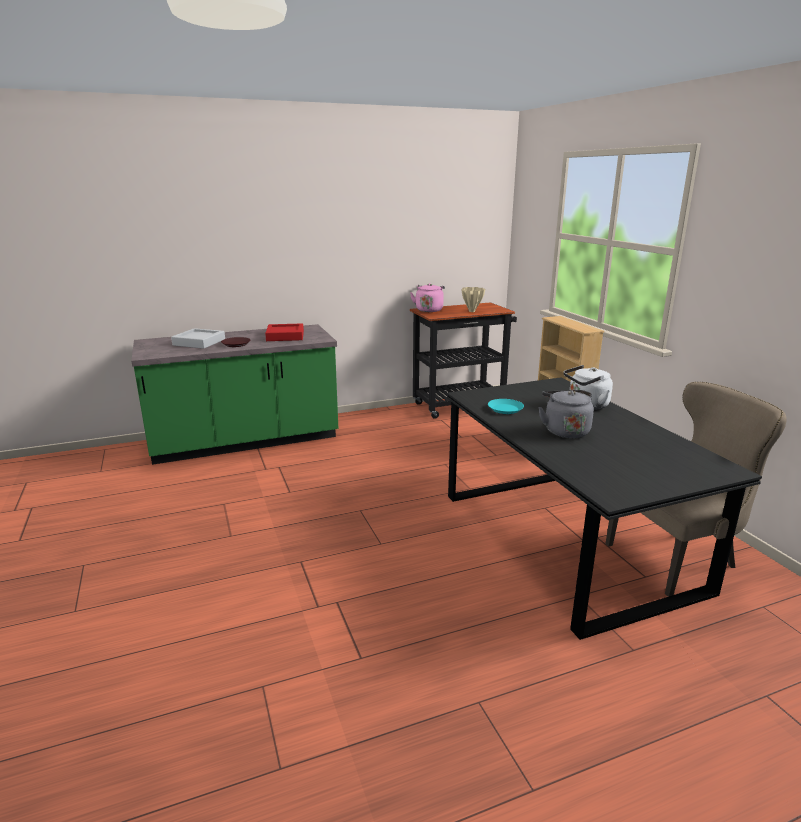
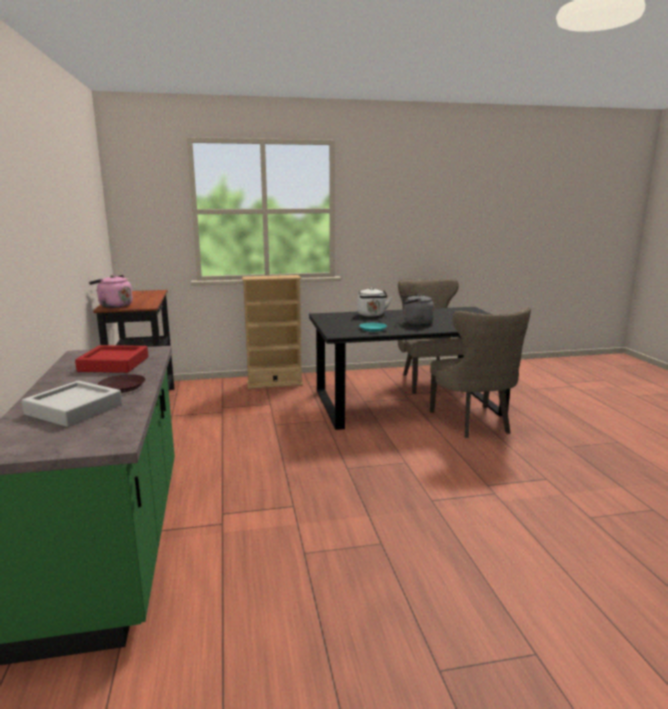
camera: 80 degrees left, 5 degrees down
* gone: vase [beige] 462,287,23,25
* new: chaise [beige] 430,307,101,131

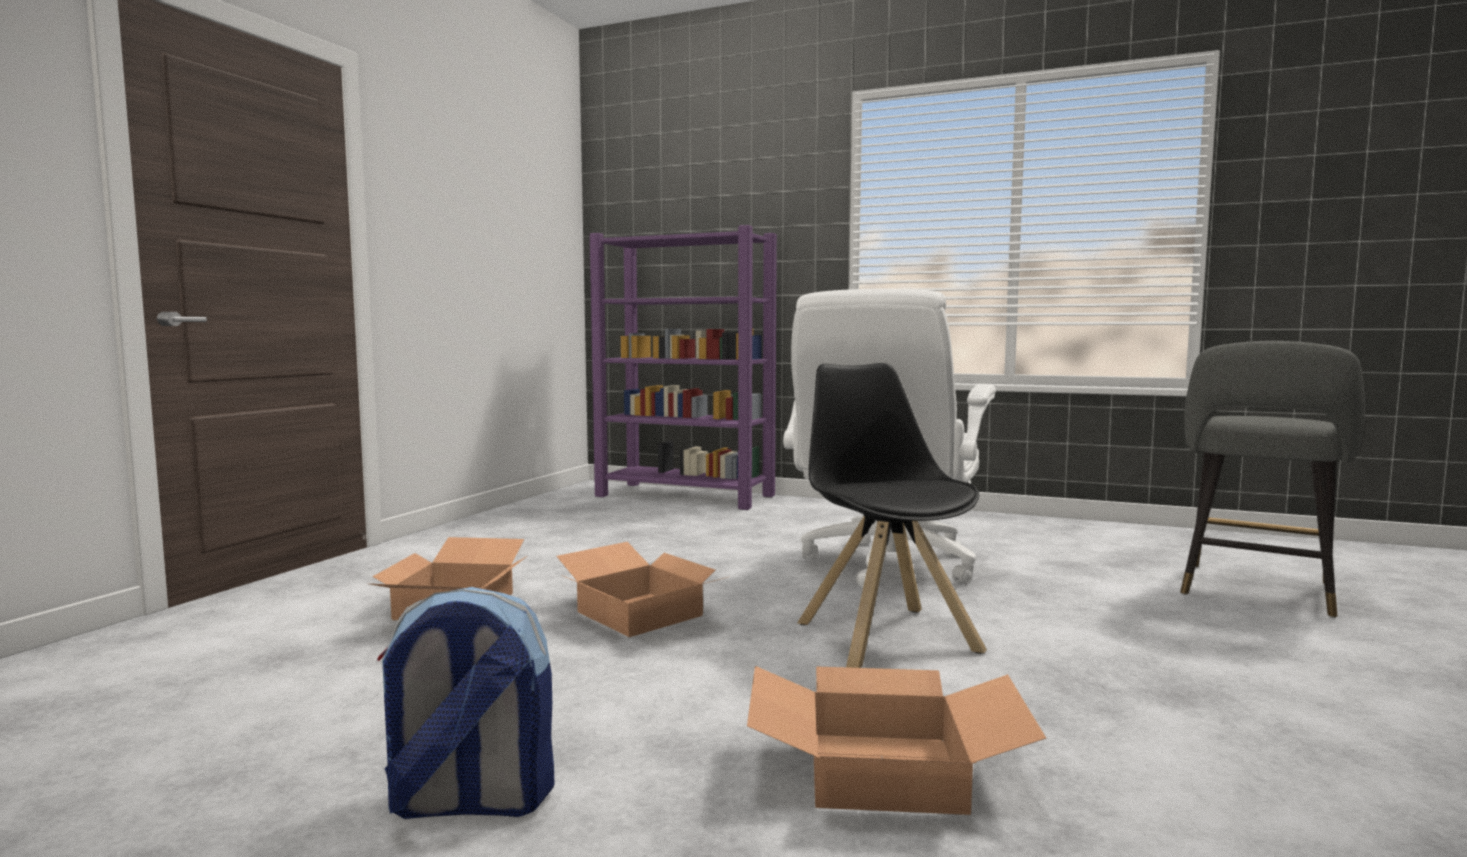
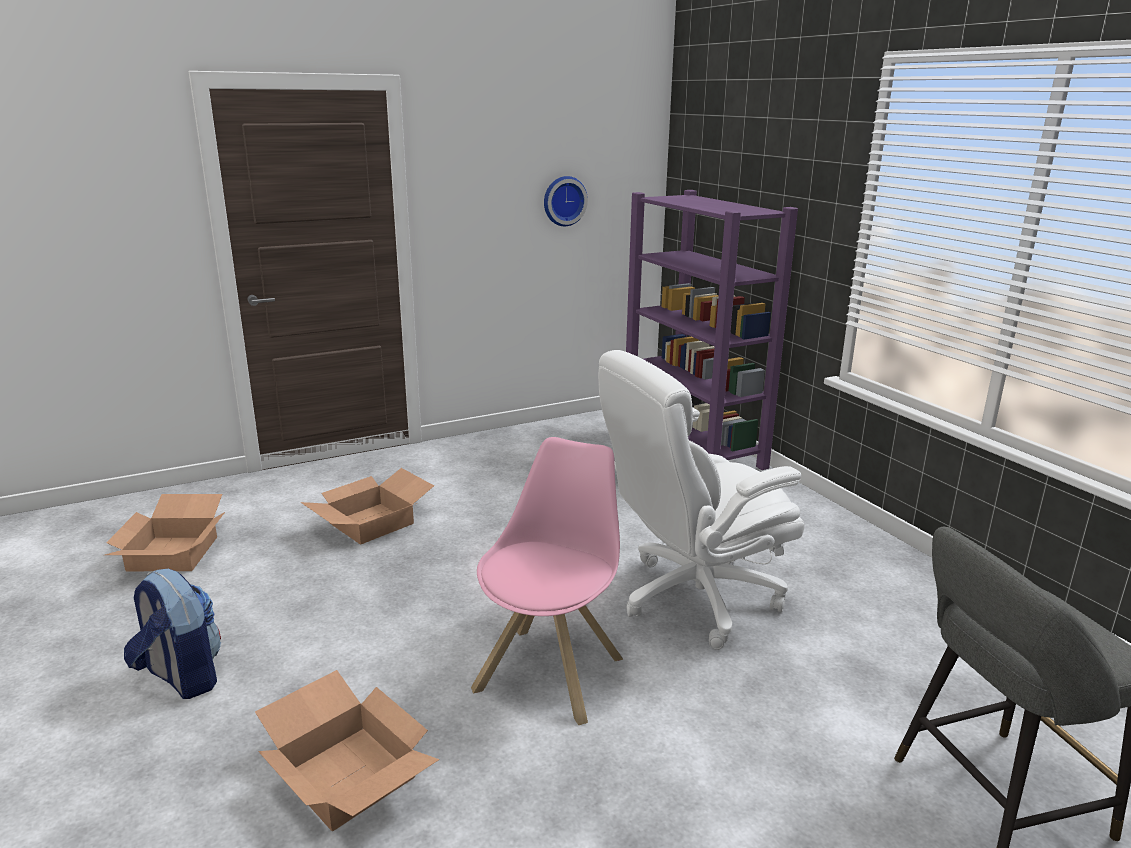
camera: 40 degrees right, 15 degrees up
* new: horloge murale 544,176,44,50
* shifted: carton 557,542,170,95 to 105,494,120,77
* repainted: chaise [noir] 797,363,190,305 to chaise [rose] 471,437,152,288

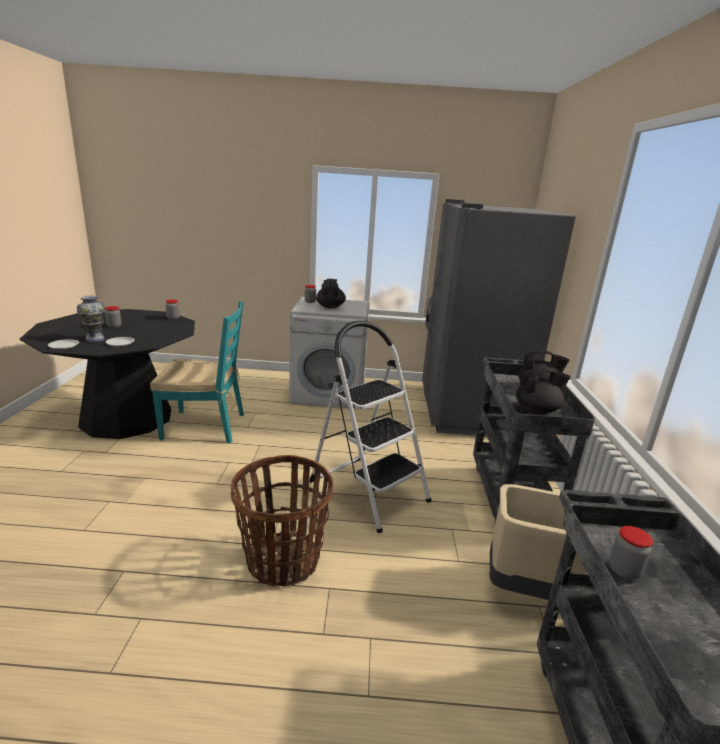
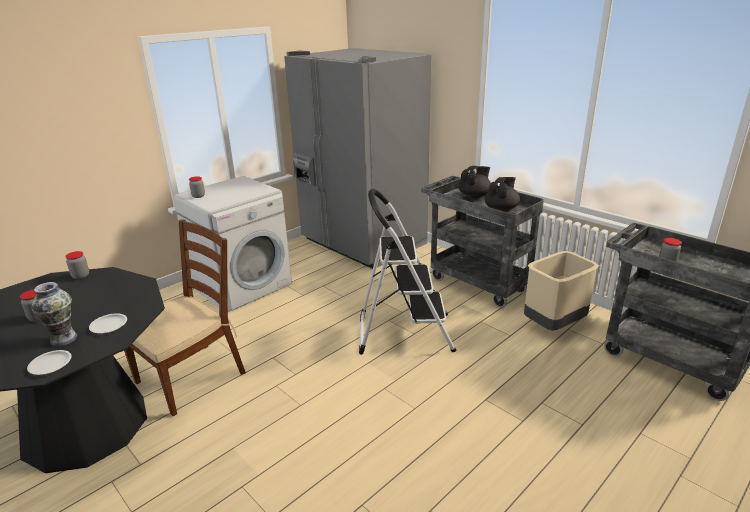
camera: 45 degrees left, 5 degrees up
* gone: panier 231,455,102,131
* gone: théière [noir] 316,279,30,30
* repainted: chaise [turquoise] 150,301,94,142 to chaise [marron] 124,220,122,196

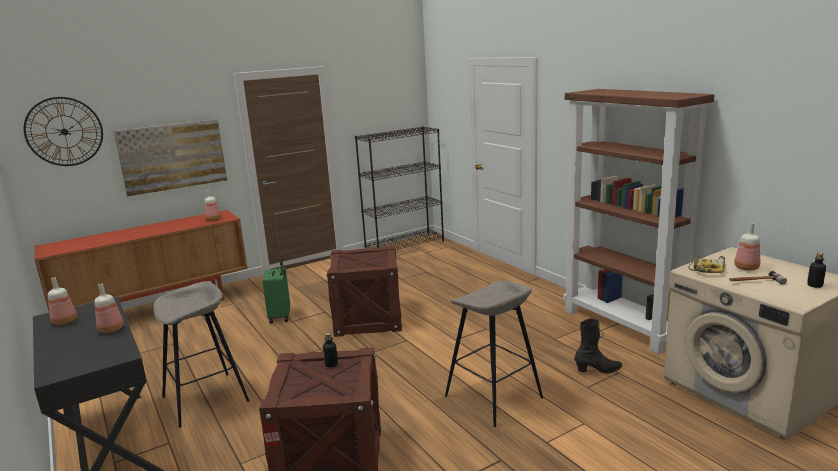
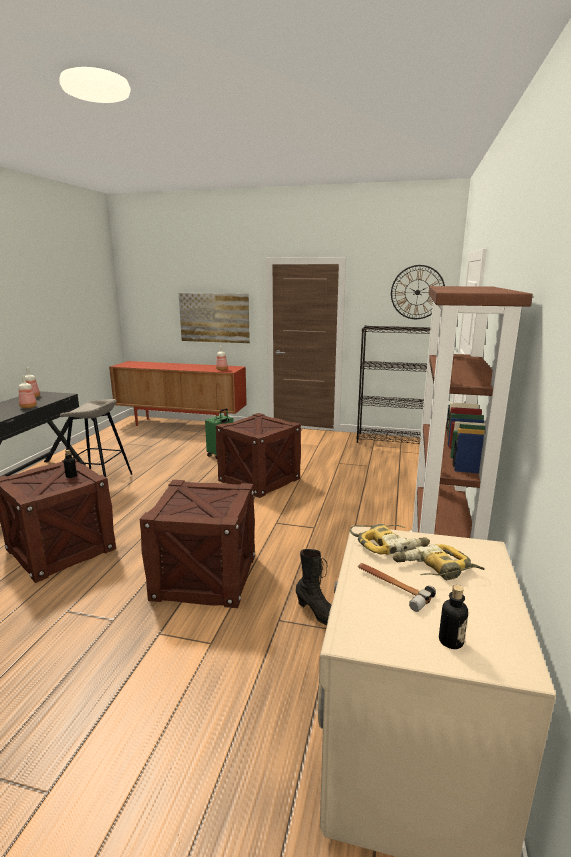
camera: 45 degrees right, 0 degrees up
* shifted: horloge murale 24,97,79,69 to 391,265,54,54
* swapped: tabouret [gris] 445,280,98,147 to caisse 139,480,116,128
* swapped: bouteille 734,223,26,48 to perceuse 393,544,92,36

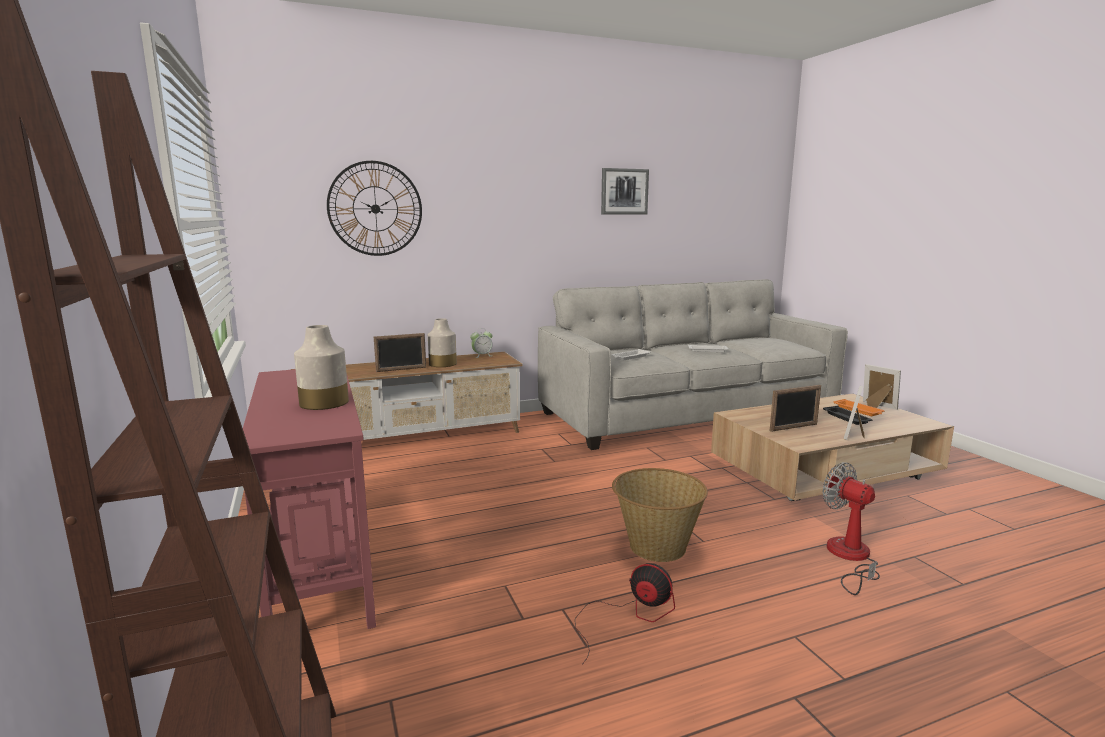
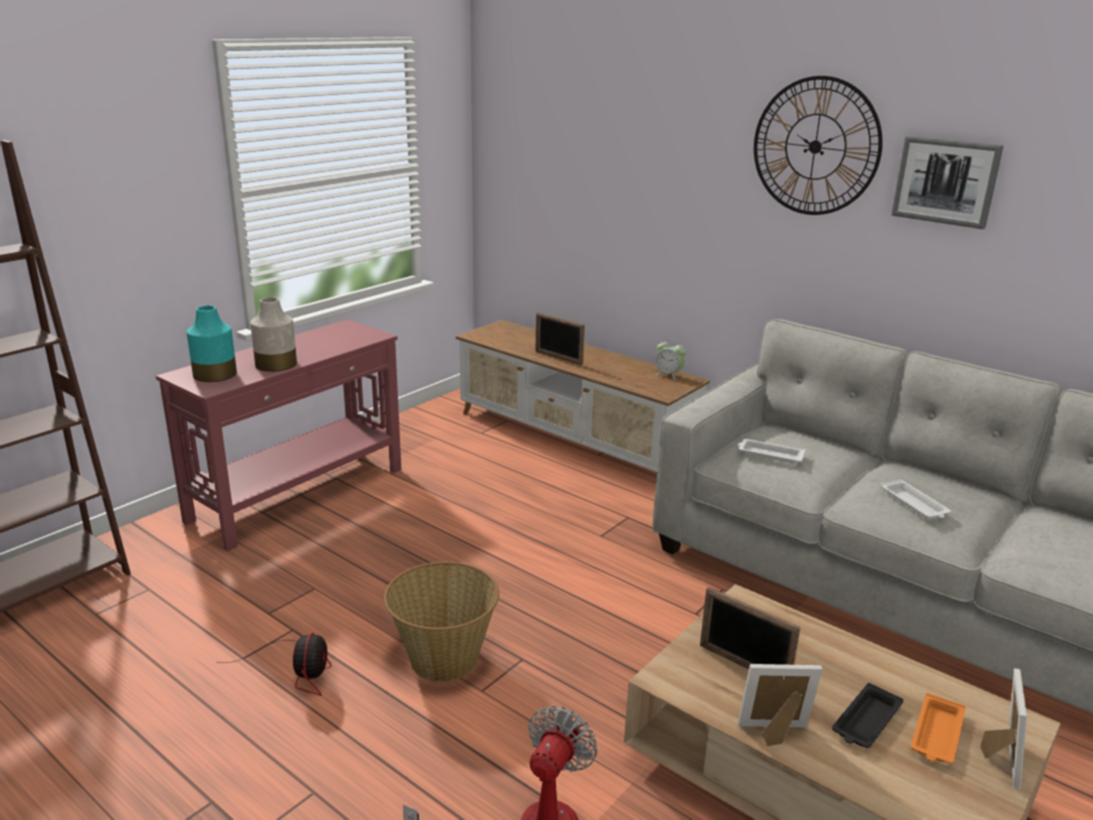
camera: 60 degrees right, 10 degrees up
* gone: vase [beige] 428,318,29,49
* new: vase [turquoise] 187,305,50,77
* shifted: horloge murale 327,161,95,95 to 754,76,129,139

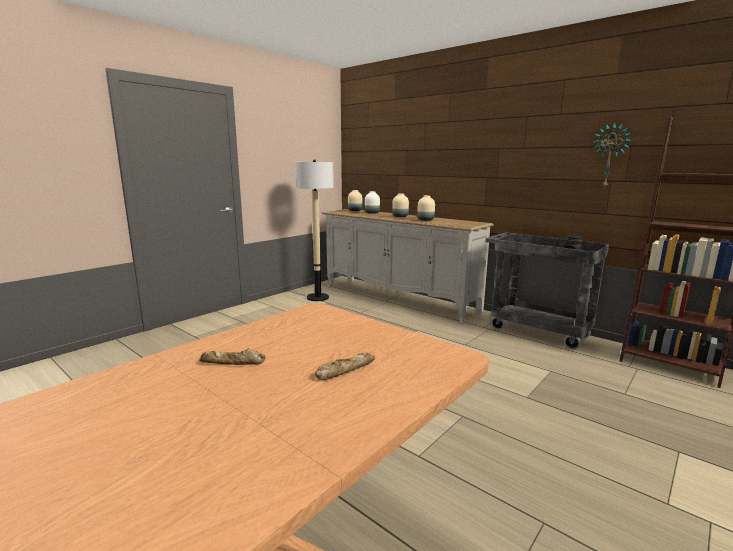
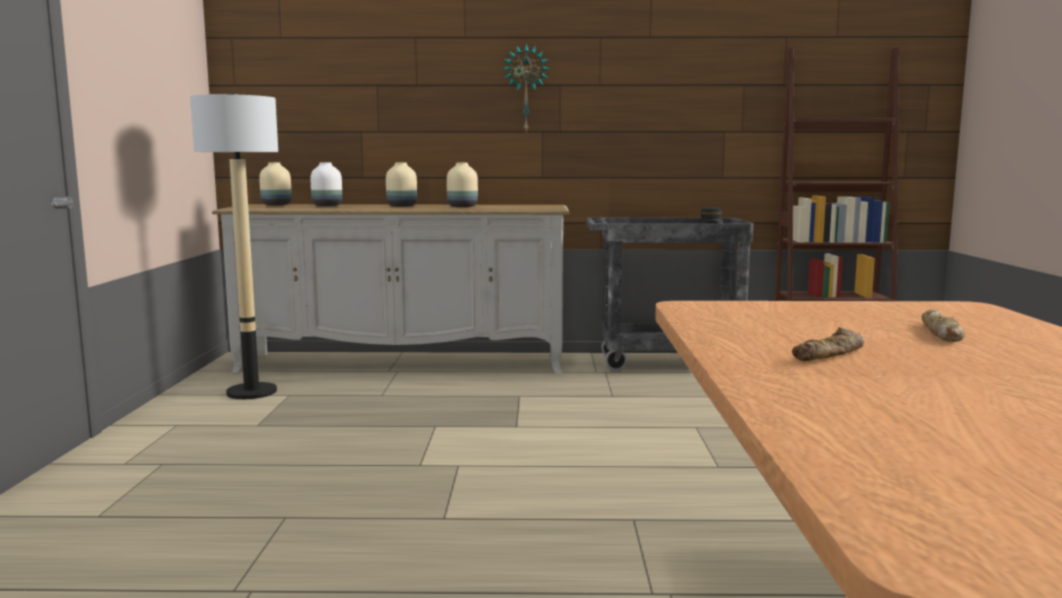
camera: 40 degrees left, 5 degrees down
* shifted: horloge murale 592,122,40,65 to 502,43,48,89

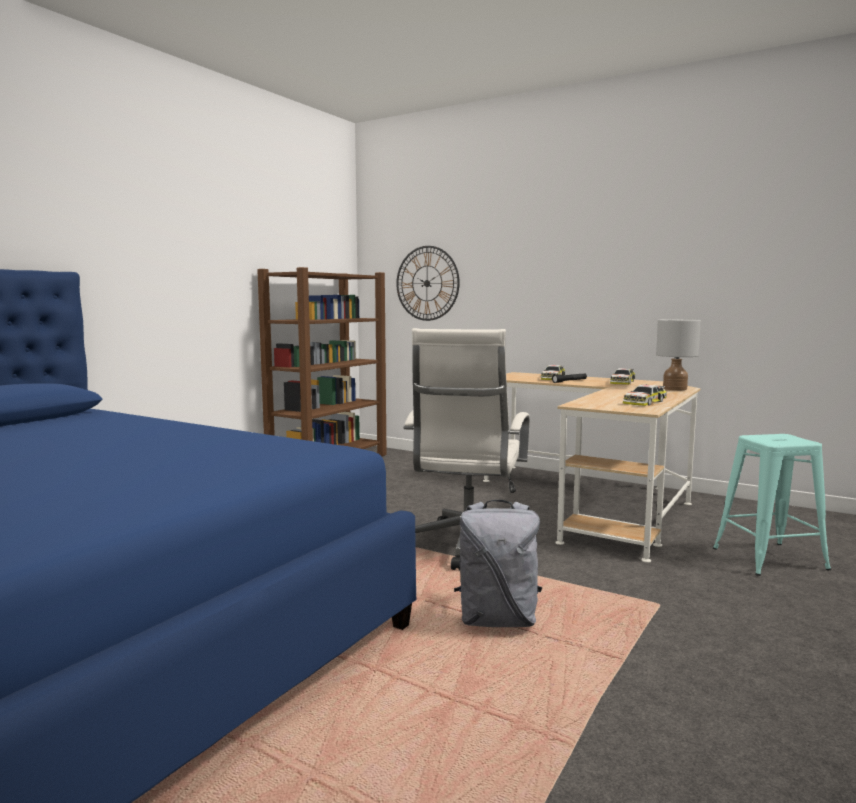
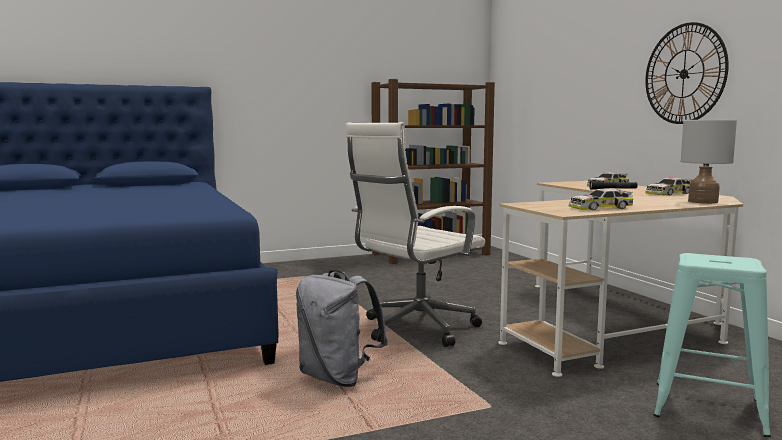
camera: 35 degrees right, 0 degrees up
* shifted: horloge murale 396,246,64,75 to 645,22,84,102

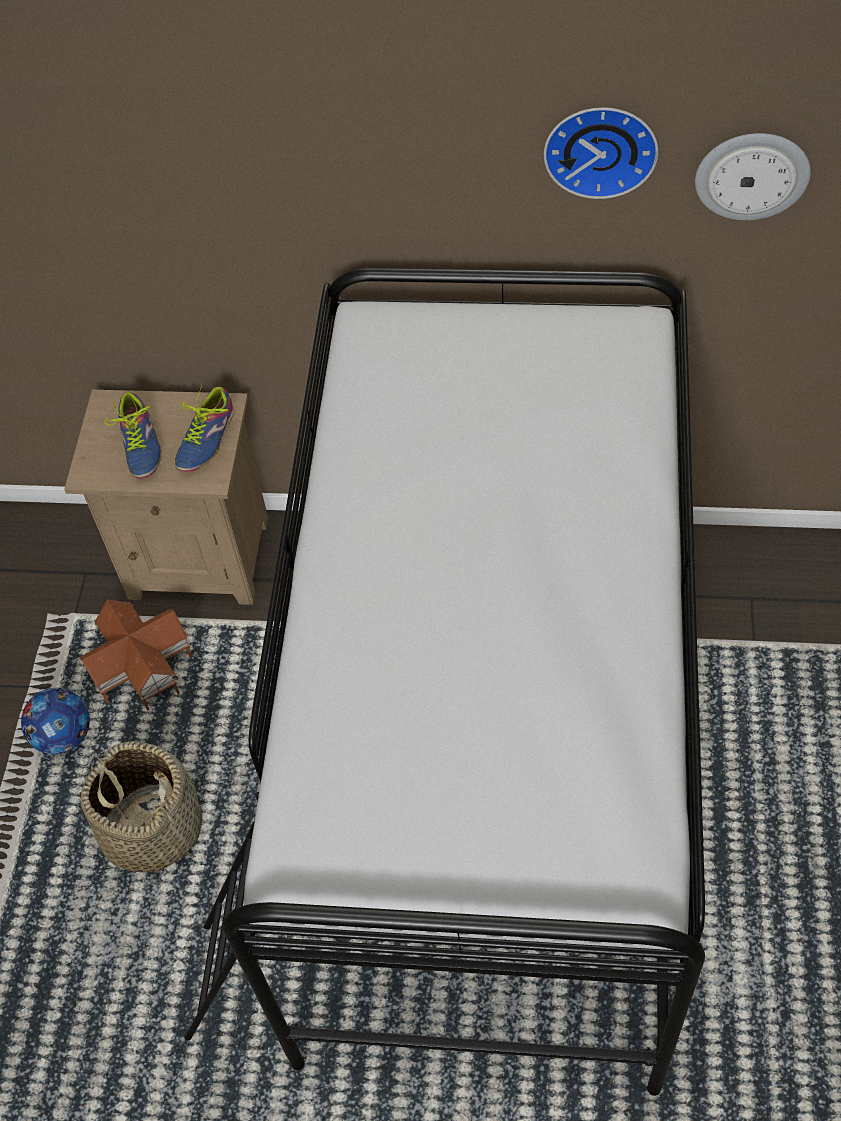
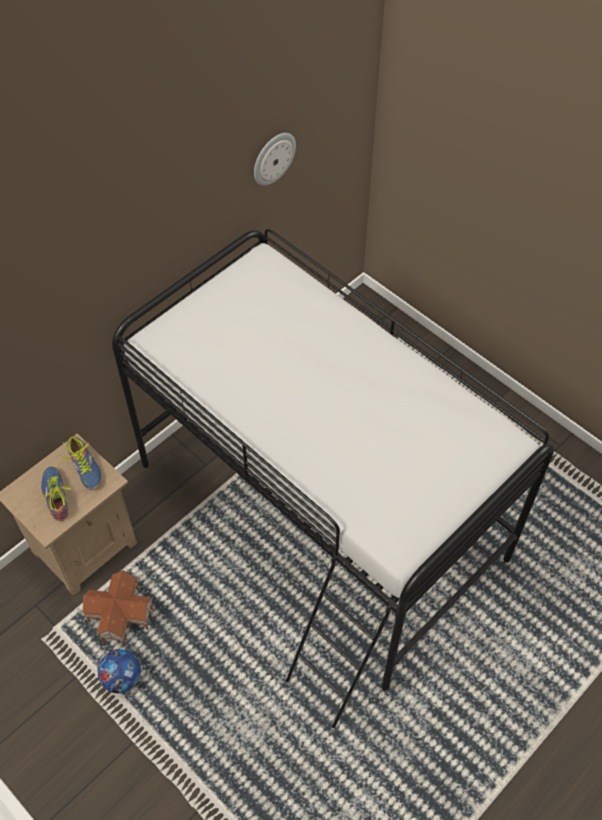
camera: 55 degrees left, 0 degrees up
* gone: panier 81,741,121,131
* gone: horloge murale 544,107,114,92
* rotated: chaussure 104,392,58,87 = 41,466,31,55 135 degrees counterclockwise

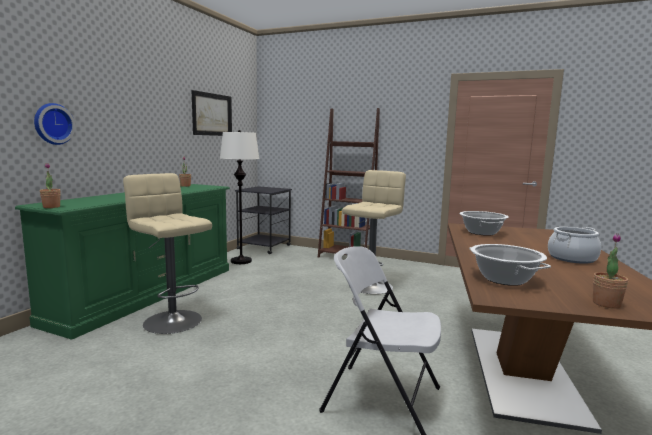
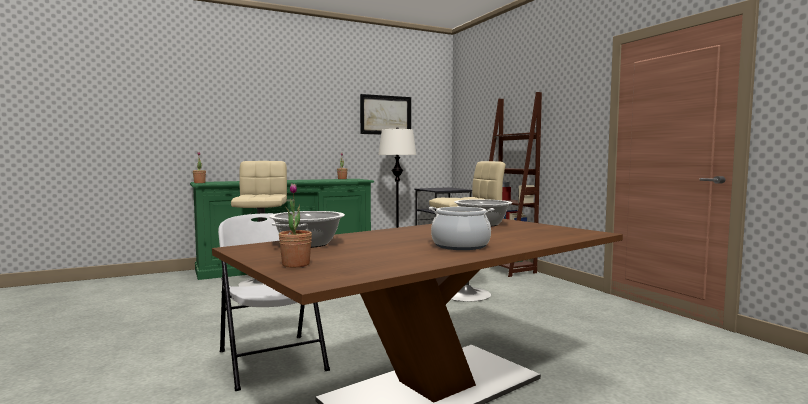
camera: 40 degrees right, 5 degrees down
* gone: horloge murale 34,103,41,42

